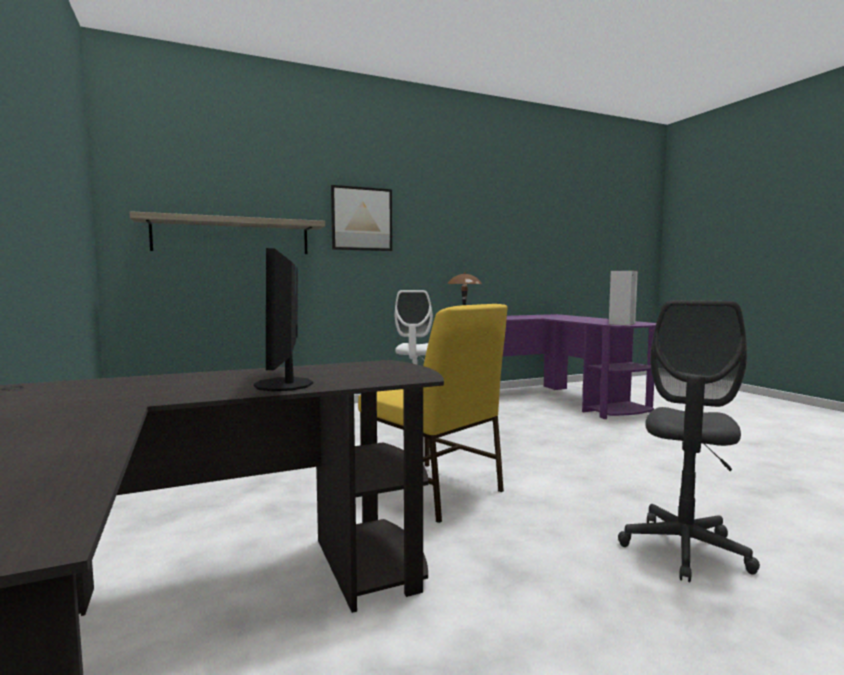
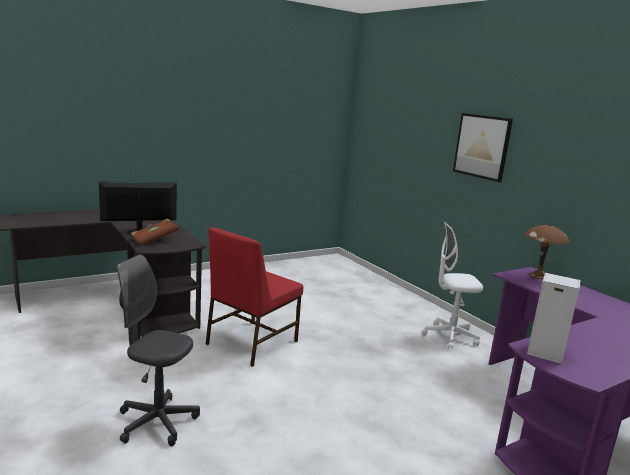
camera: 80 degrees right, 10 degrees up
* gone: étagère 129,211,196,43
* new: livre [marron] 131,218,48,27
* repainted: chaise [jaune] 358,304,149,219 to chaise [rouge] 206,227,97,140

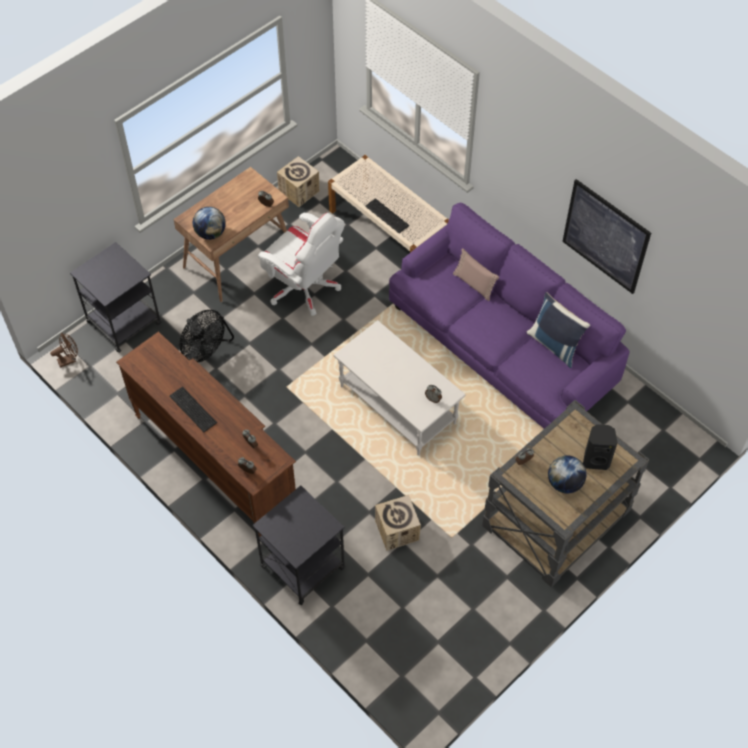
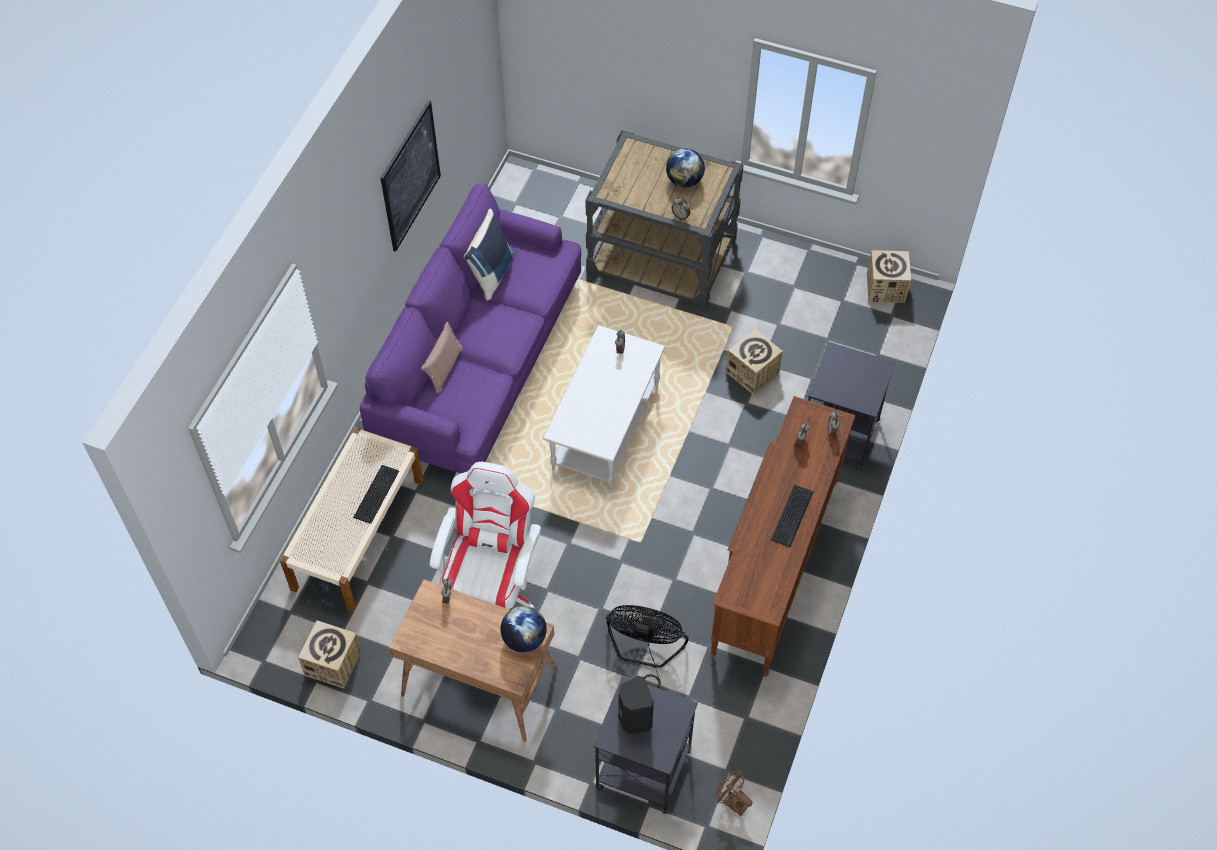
camera: 115 degrees left, 0 degrees up
* new: carton 867,250,44,53
* shifted: enceinte [noir] 583,424,35,46 to 618,676,36,58

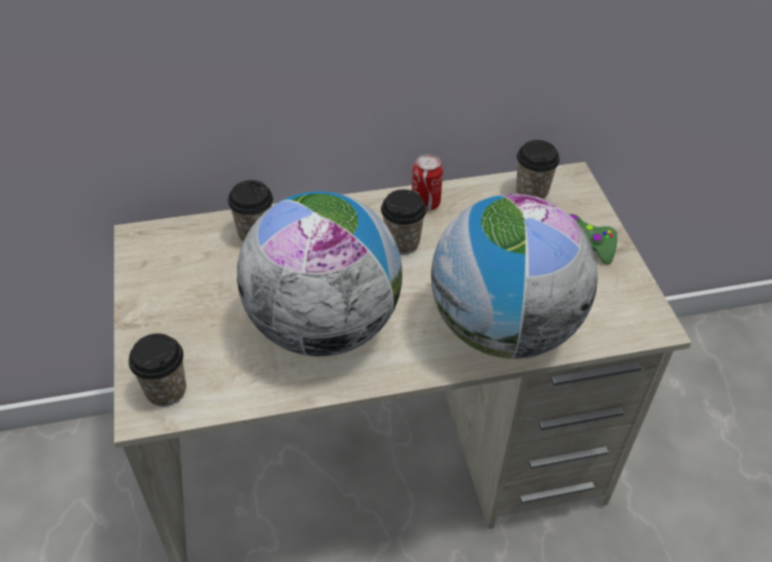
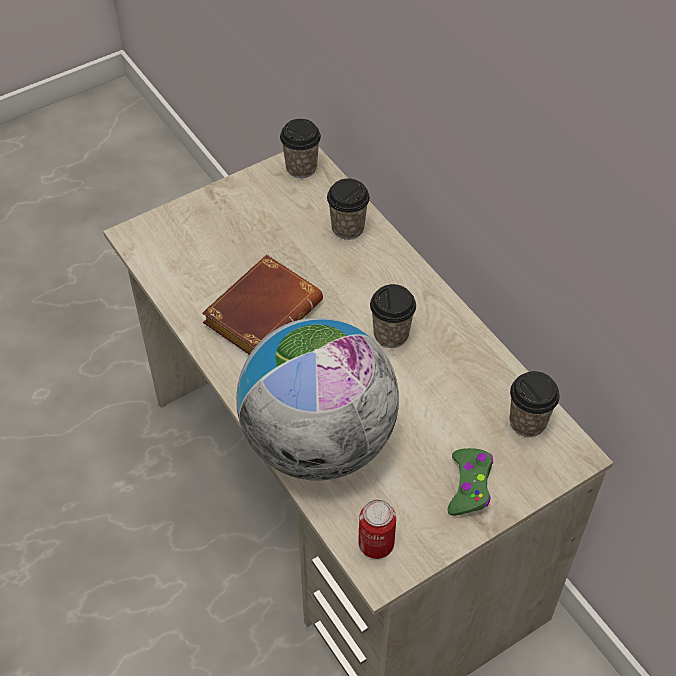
camera: 70 degrees right, 5 degrees up
* shifted: tasse 129,333,57,74 to 280,119,41,59
* shifted: boîte métallique 412,154,31,57 to 358,499,38,60
* swapped: globe 237,191,165,166 to livre [marron] 202,254,121,101

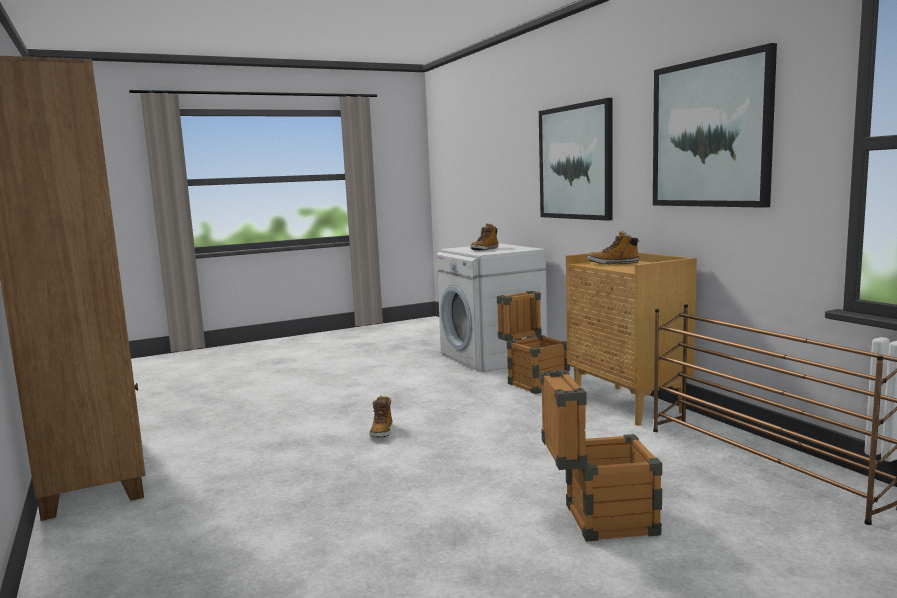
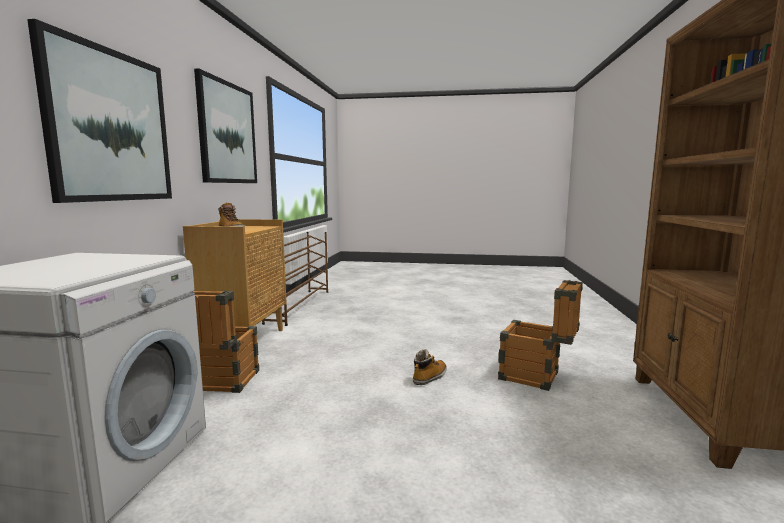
camera: 145 degrees left, 0 degrees up
* gone: botte 470,224,28,26
* shifted: caisse 540,370,123,172 to 498,280,85,111

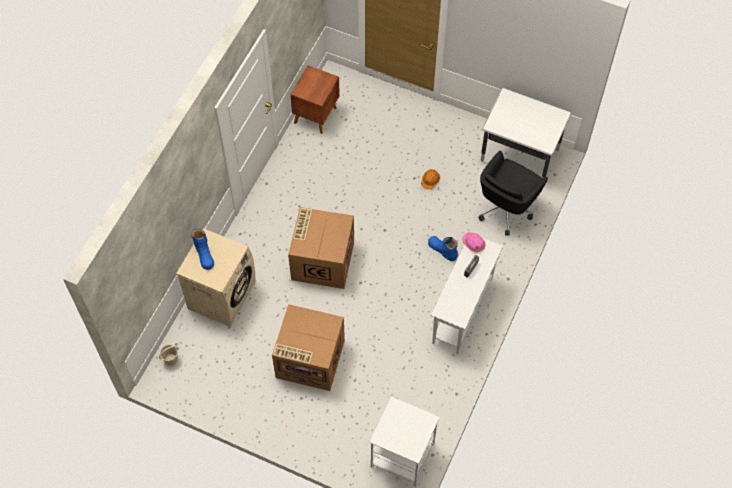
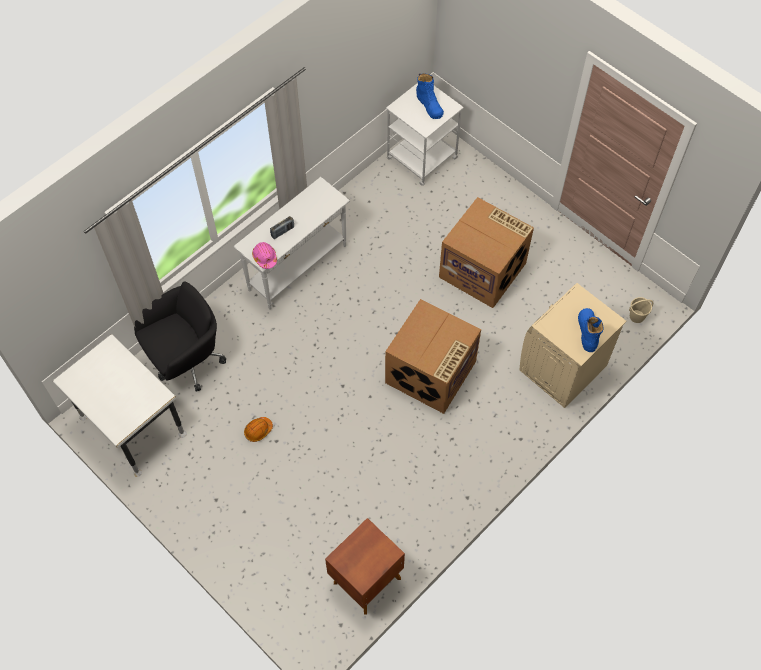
camera: 160 degrees left, 0 degrees up
* shifted: botte [bleu] 428,236,30,25 to 416,73,28,46

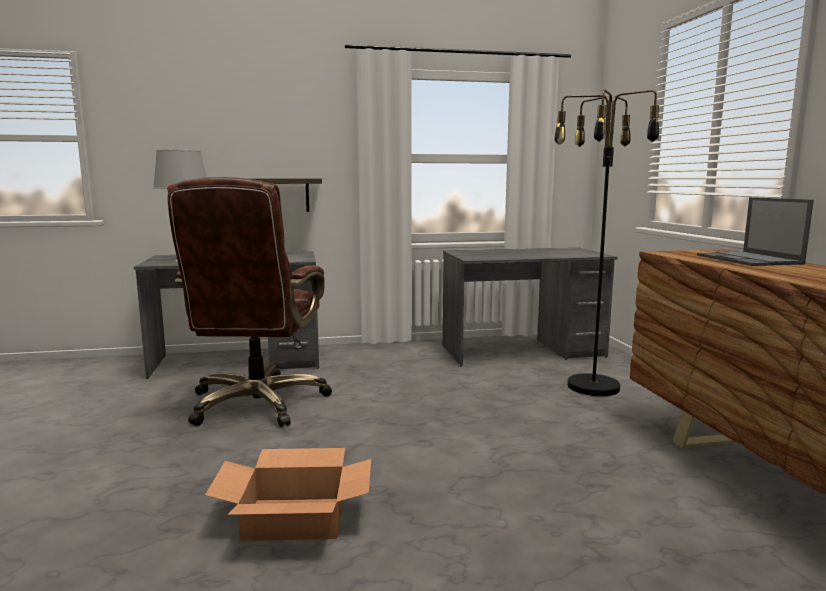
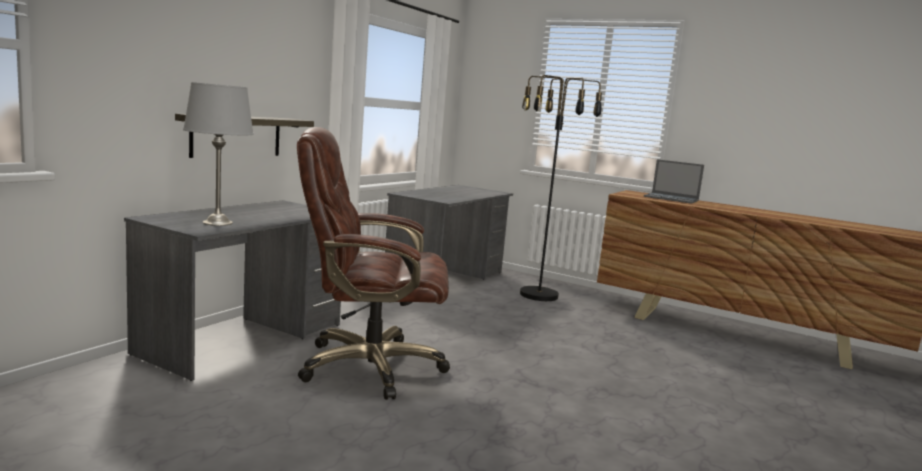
camera: 50 degrees left, 0 degrees up
* gone: carton 205,448,166,93
* rotated: chaise de bureau [marron] 167,177,165,250 = 297,127,153,273 135 degrees clockwise

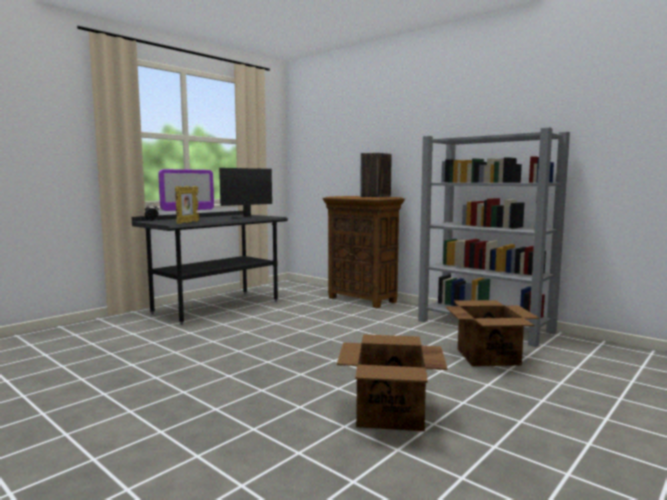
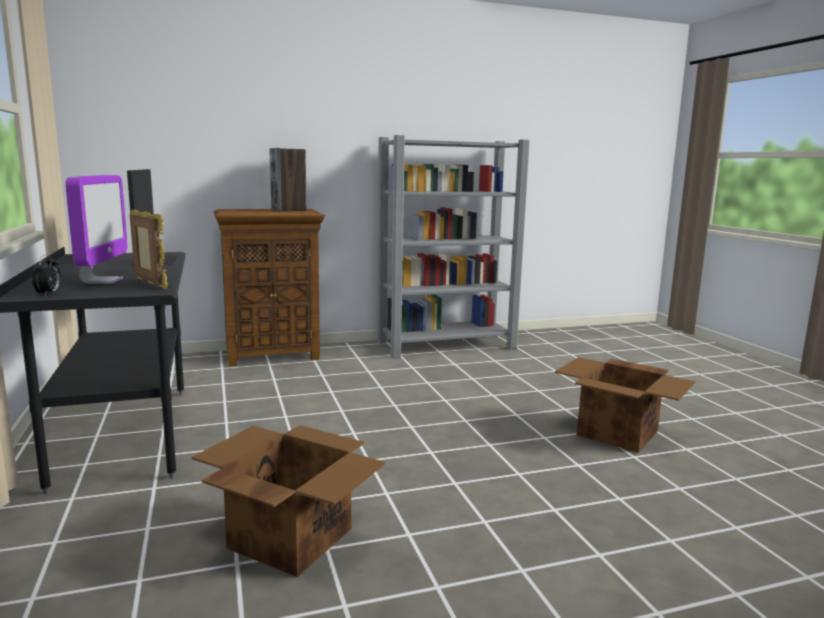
camera: 60 degrees left, 5 degrees up
* shifted: carton 445,300,94,66 to 192,425,193,152

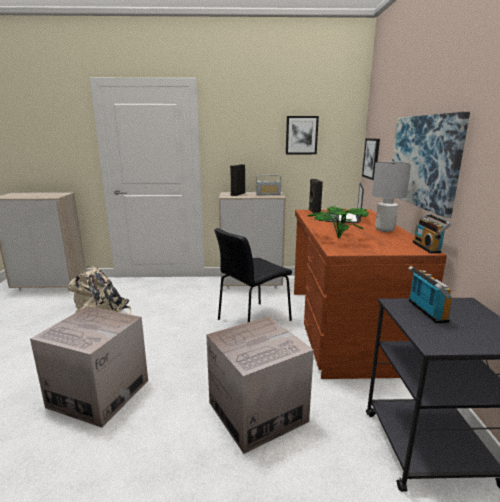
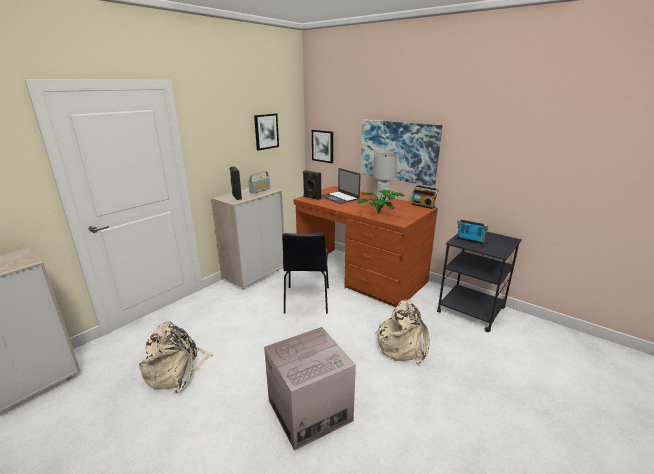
camera: 50 degrees left, 5 degrees up
* swapped: carton 206,316,108,138 to sac à dos [beige] 375,299,55,65

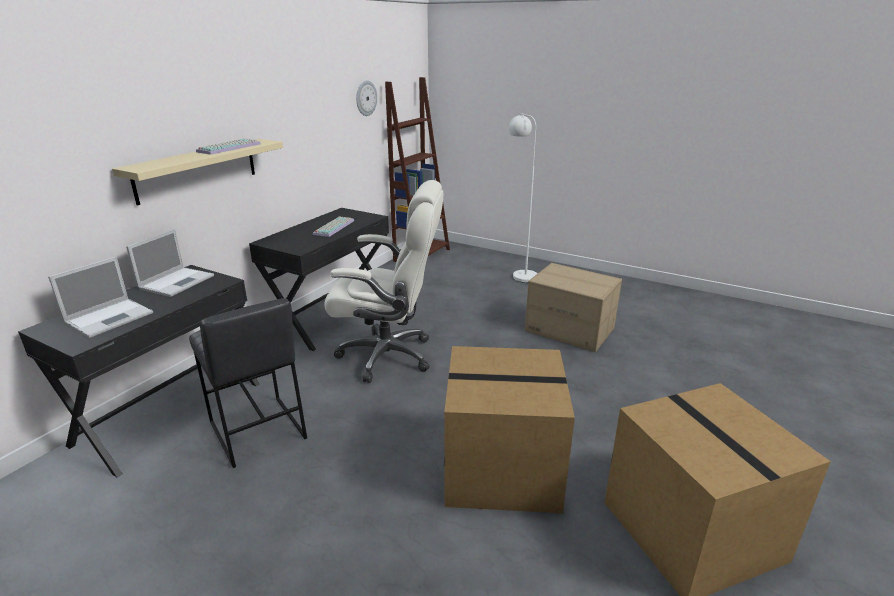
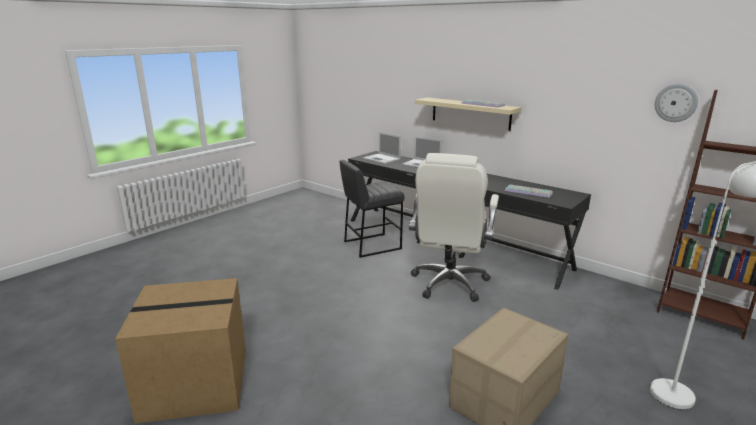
camera: 100 degrees right, 5 degrees down
* gone: carton 444,346,131,167

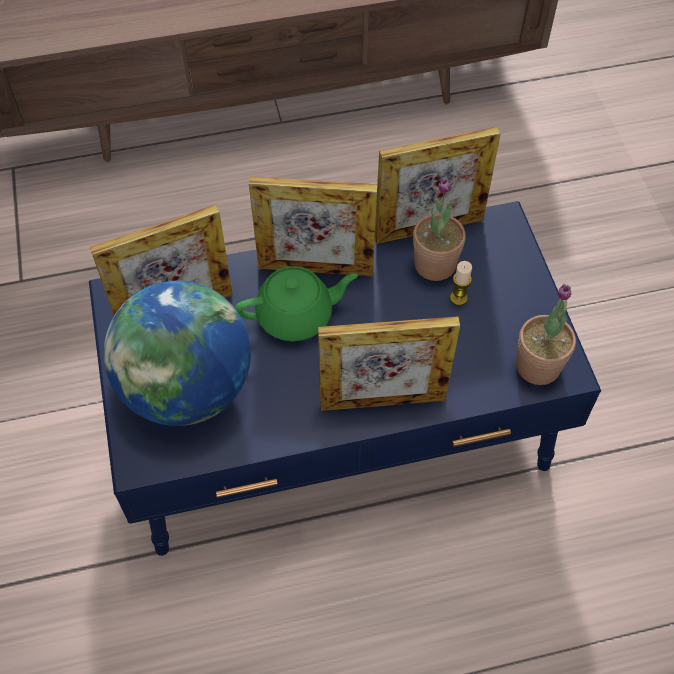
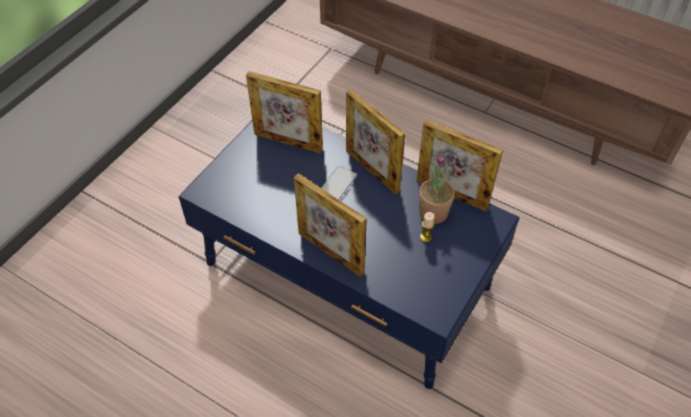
camera: 45 degrees right, 5 degrees down
* gone: globe 104,281,147,145
* gone: plante en pot 516,284,60,101
* swapped: théière [vert] 235,266,123,75 to téléphone 321,166,36,34

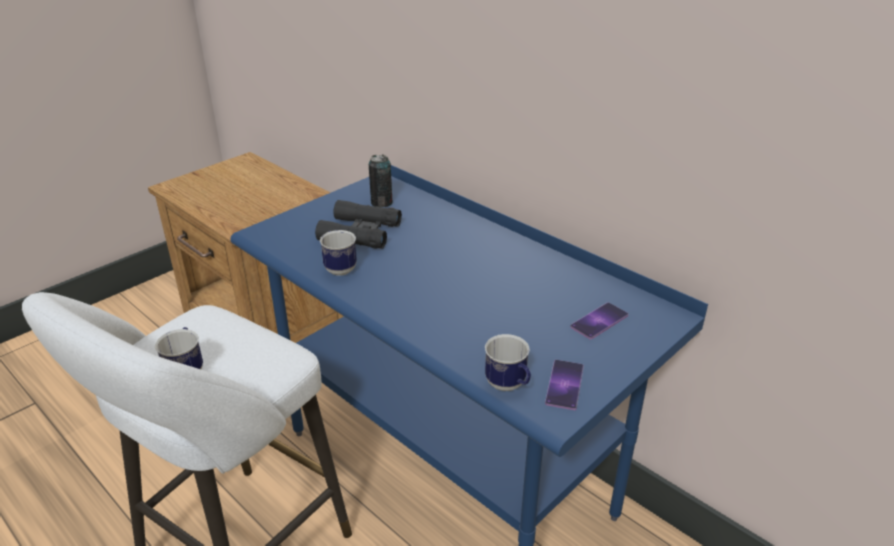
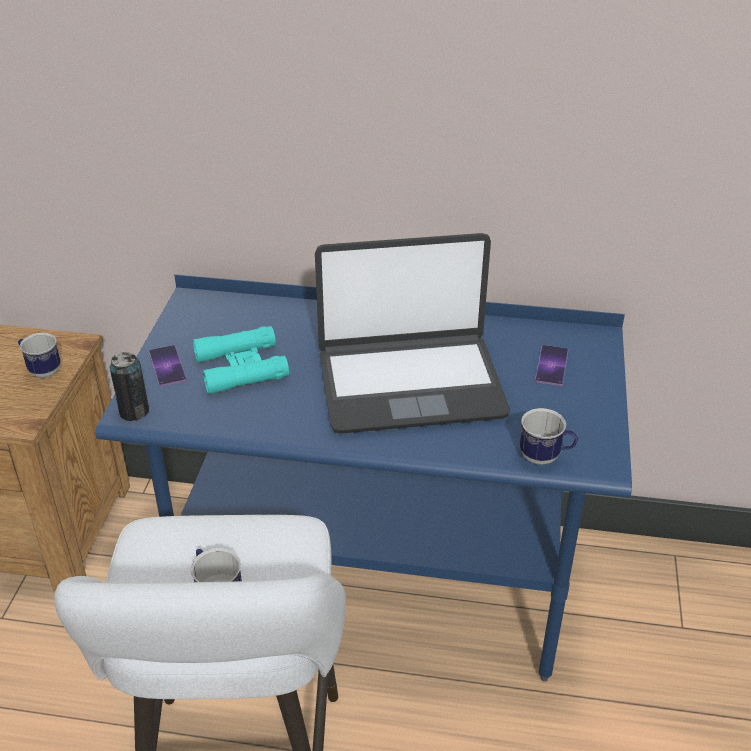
camera: 35 degrees left, 5 degrees up
* new: ordinateur portable 315,233,195,201
* shifted: mug 320,230,37,46 to 18,333,43,45
* shifted: boîte métallique 369,154,24,53 to 110,352,39,69
* shifted: téléphone 545,360,39,50 to 149,345,38,41
* repainted: jumelles [noir] 315,200,87,49 to jumelles [turquoise] 193,326,96,68

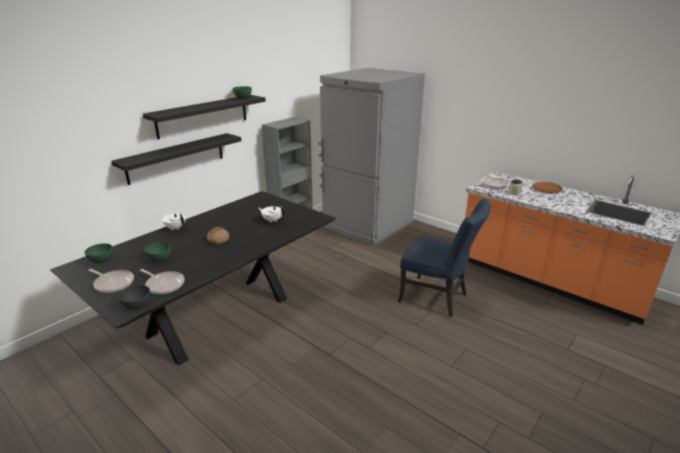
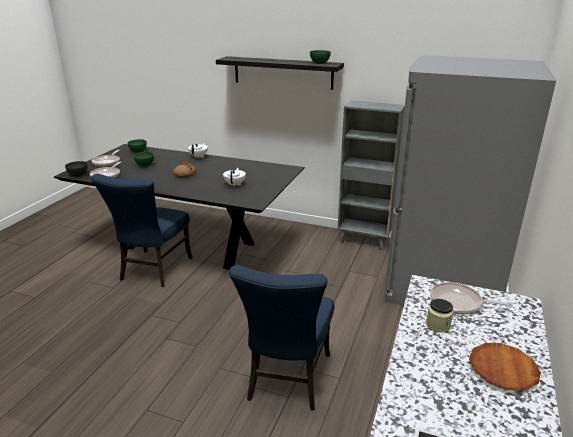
camera: 70 degrees right, 0 degrees up
* gone: étagère [noir] 111,133,131,52
* new: chaise [bleu] 91,174,102,113

